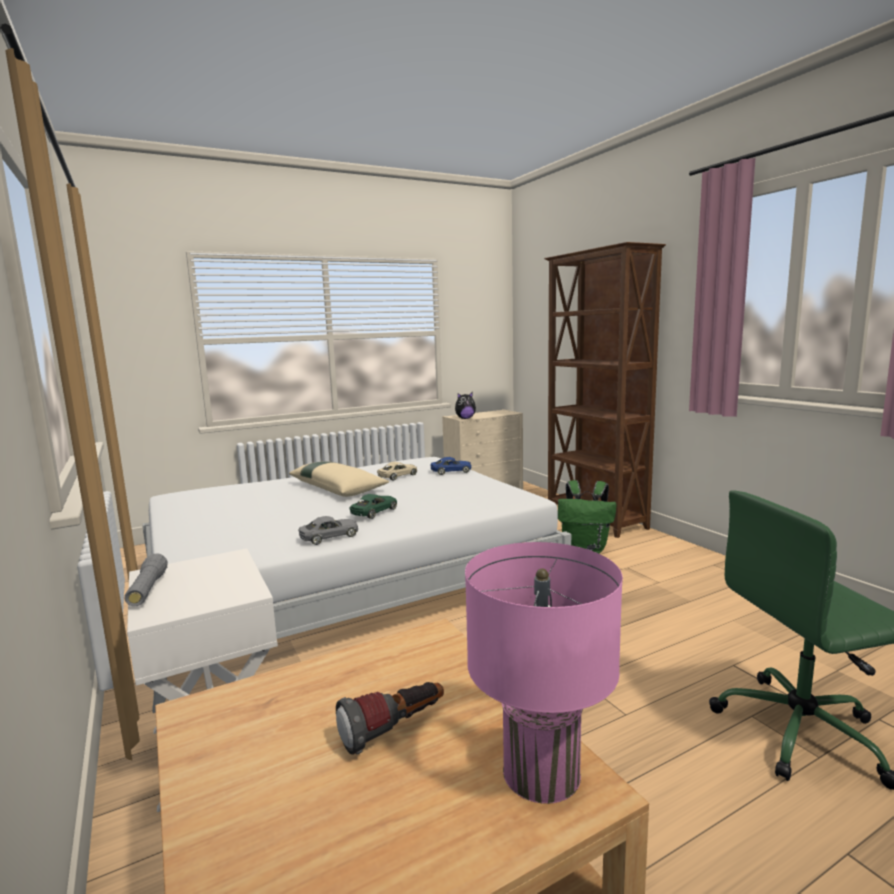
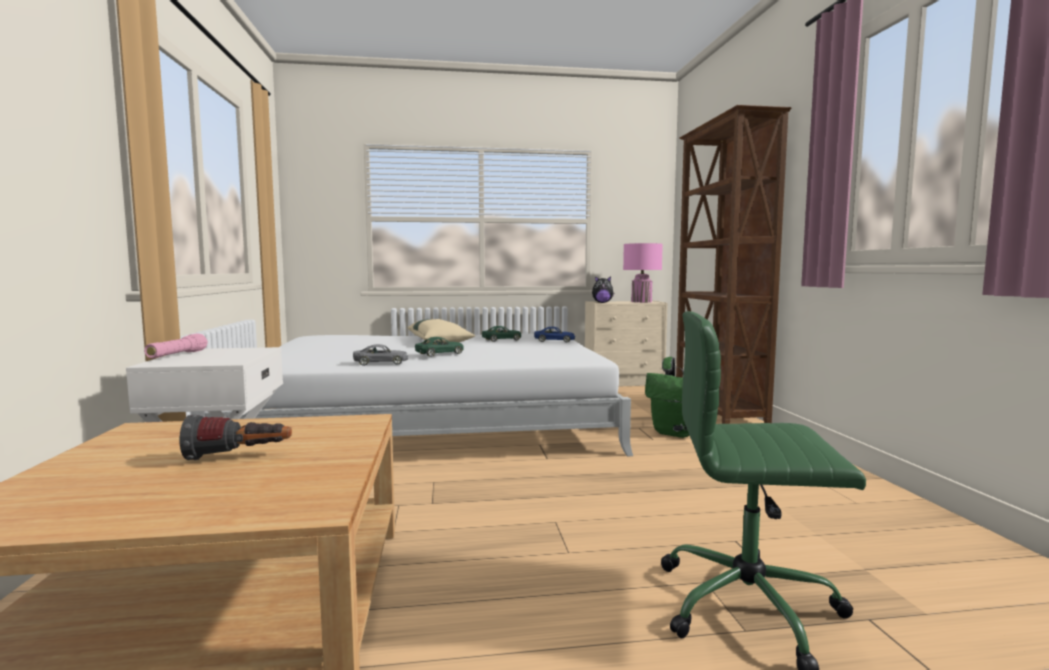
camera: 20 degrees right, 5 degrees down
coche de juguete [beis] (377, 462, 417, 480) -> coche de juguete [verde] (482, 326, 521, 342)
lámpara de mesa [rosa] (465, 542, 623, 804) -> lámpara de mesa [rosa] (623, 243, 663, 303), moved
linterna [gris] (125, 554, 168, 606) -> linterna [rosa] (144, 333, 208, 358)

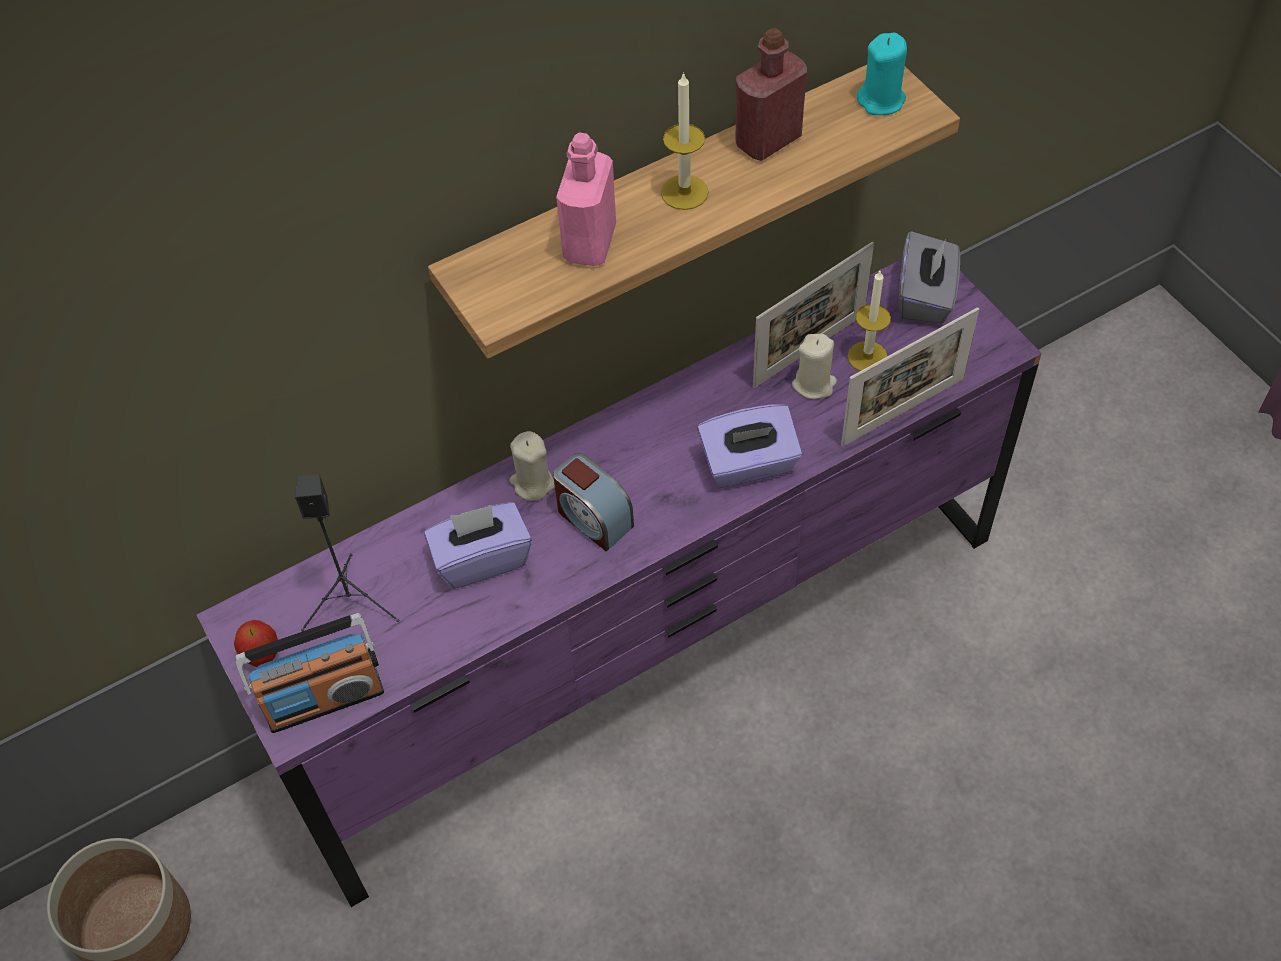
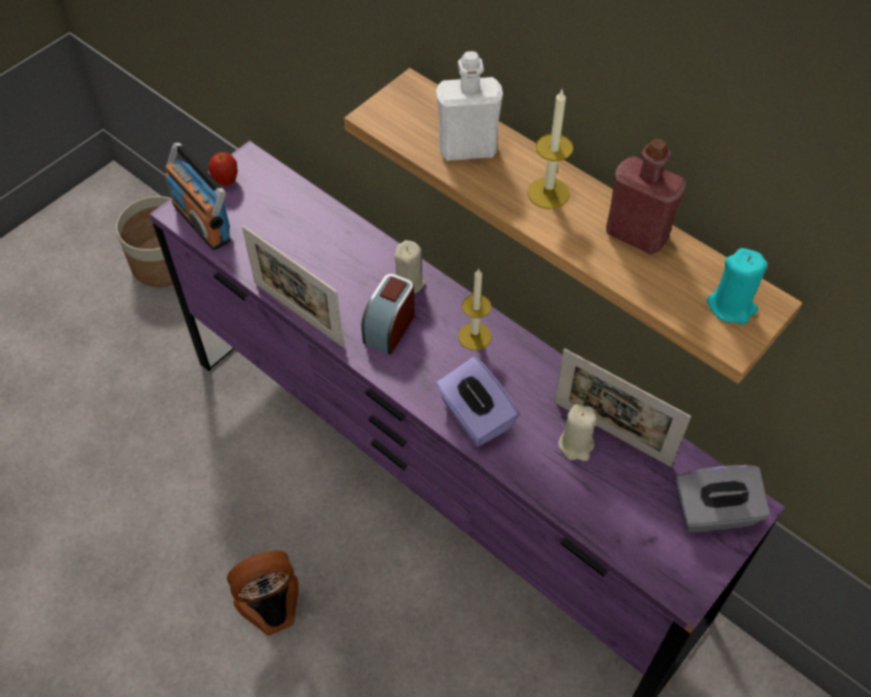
camera: 70 degrees right, 0 degrees up
botella [rosa] (556, 133, 616, 266) -> botella [blanco] (436, 51, 503, 161)
vela (848, 271, 891, 371) -> vela (458, 269, 492, 350), moved
portarretratos (841, 307, 979, 447) -> portarretratos (242, 225, 344, 347), moved
altavoz [negro] (295, 474, 399, 631) -> none
caja de pañuelos [morado] (424, 502, 532, 589) -> none
none -> ventilador (227, 550, 299, 636)

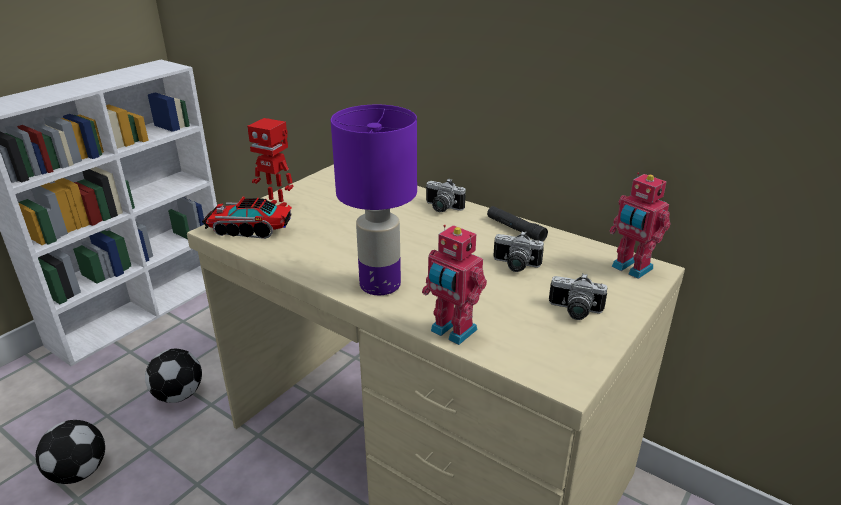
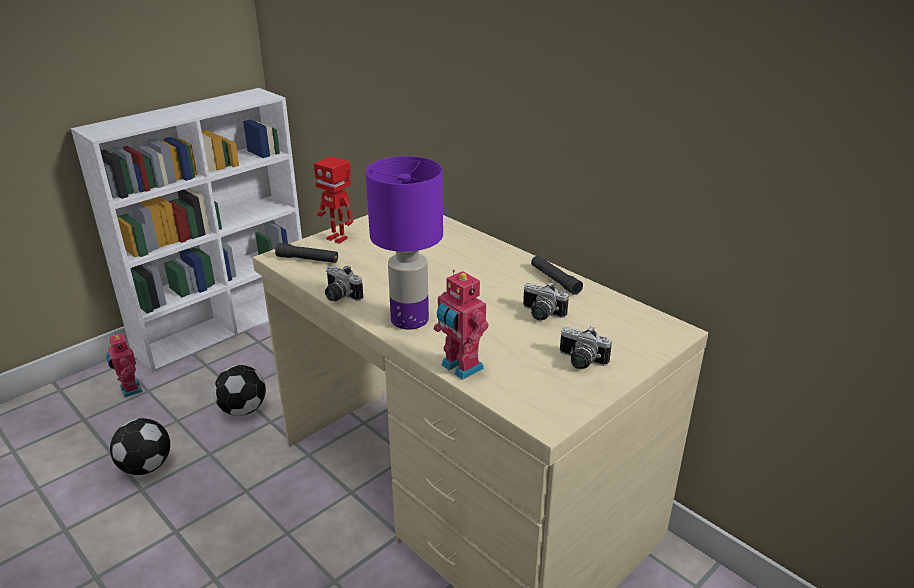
camera: 10 degrees right, 0 degrees up
robot de juguete (609, 172, 671, 279) -> robot de juguete (106, 333, 143, 398), moved
cámara (426, 179, 466, 212) -> cámara (325, 266, 363, 301), moved
camión de juguete (202, 196, 292, 239) -> linterna [negro] (275, 243, 338, 263)

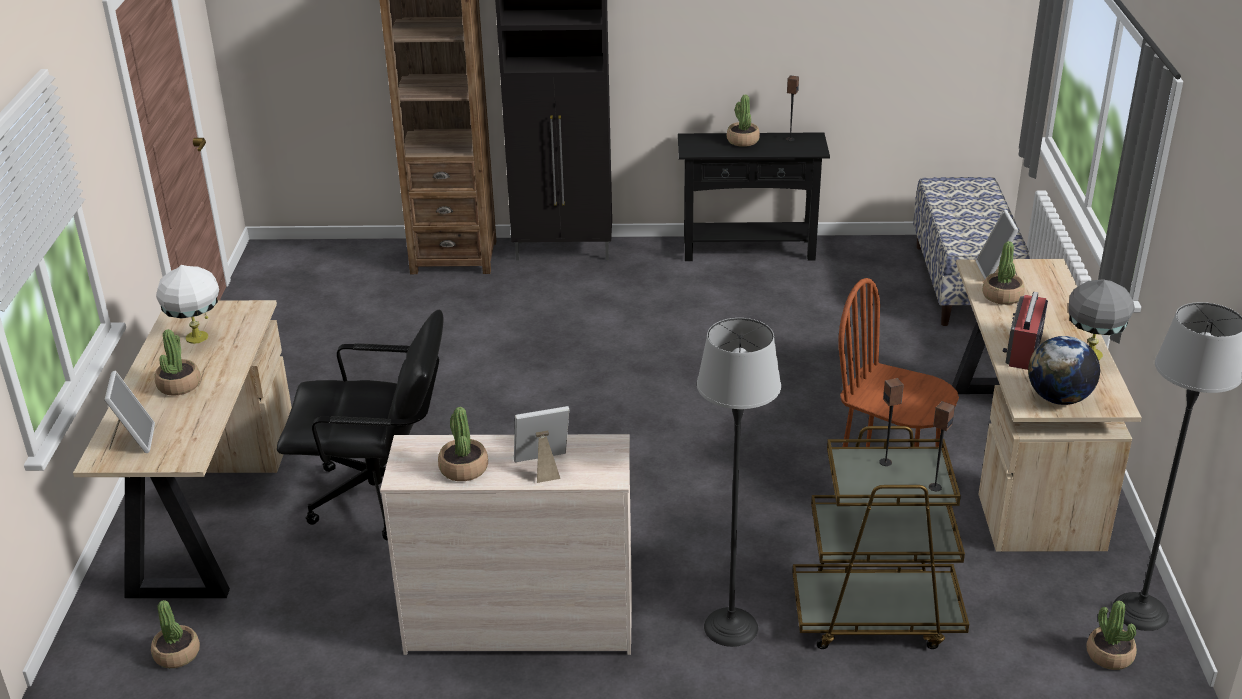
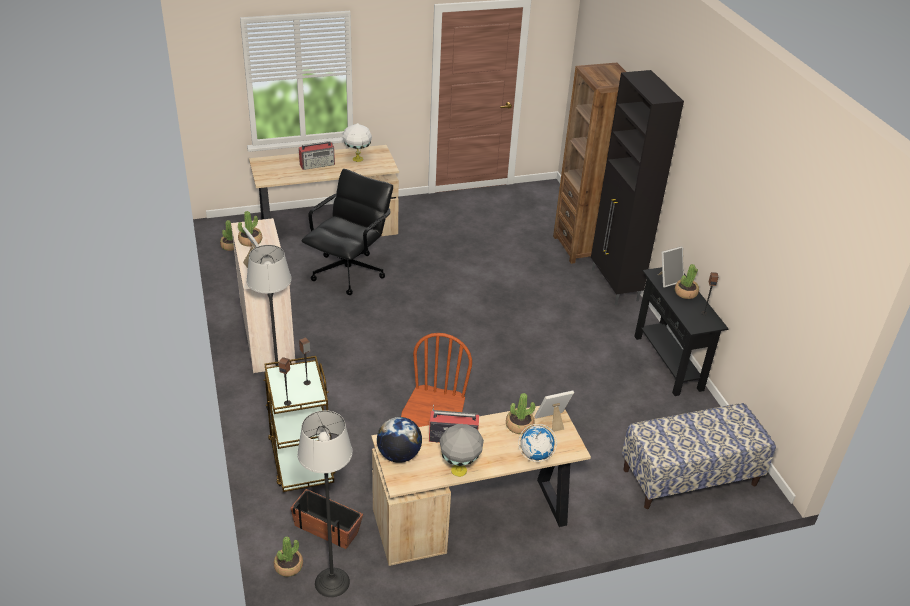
camera: 70 degrees right, 5 degrees up
silla de oficina [negro] (277, 310, 444, 541) -> silla de oficina [negro] (301, 169, 393, 295), 135 degrees counterclockwise
planta en maceta (155, 329, 201, 396) -> radio (299, 141, 335, 170)
portarretratos (104, 371, 155, 453) -> portarretratos (658, 246, 684, 287), moved
none -> globo terráqueo (518, 424, 557, 462)
none -> maceta (291, 489, 363, 549)

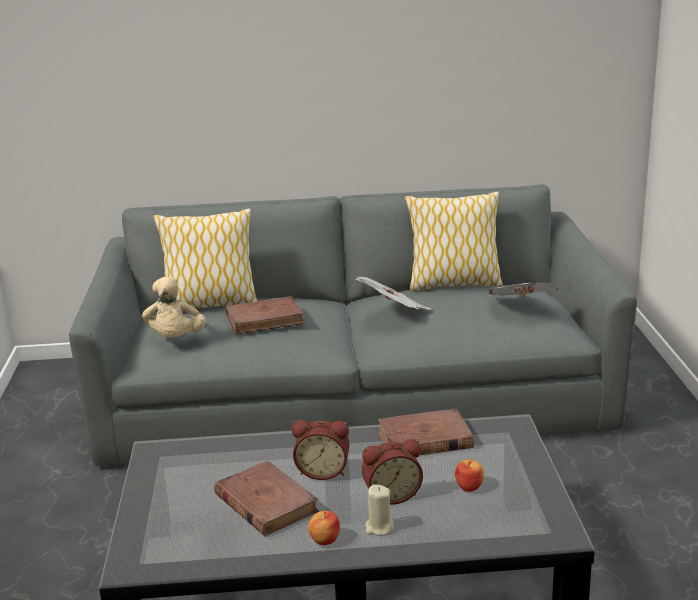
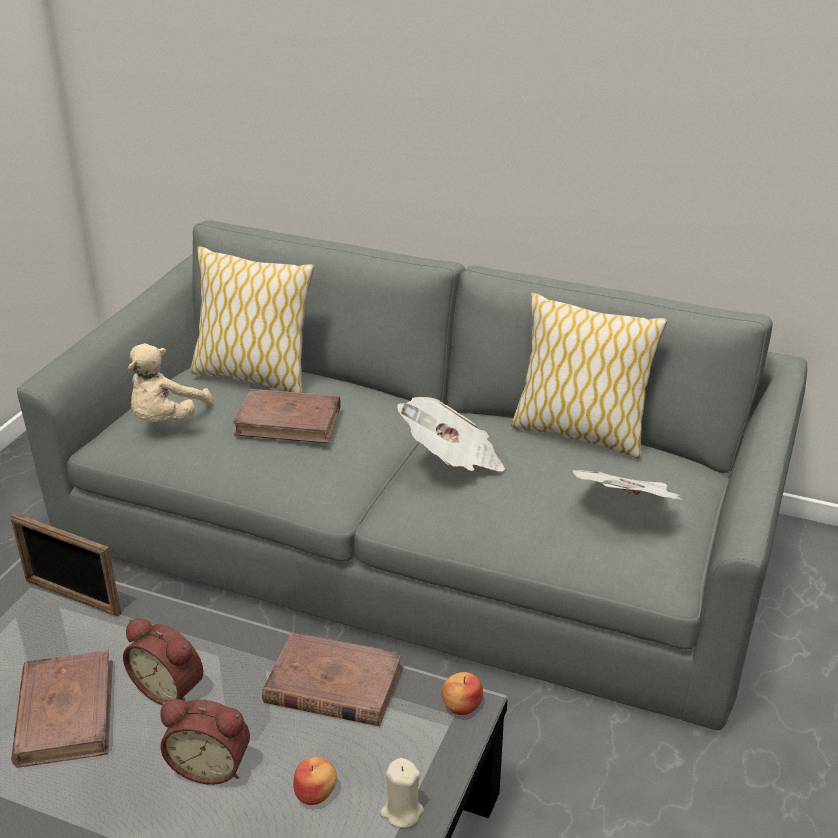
camera: 25 degrees right, 10 degrees up
vela [beis] (365, 485, 394, 536) -> vela [beis] (380, 758, 424, 828), moved
manzana (308, 511, 340, 545) -> manzana (442, 672, 483, 715), moved
none -> portarretratos (10, 512, 121, 617)

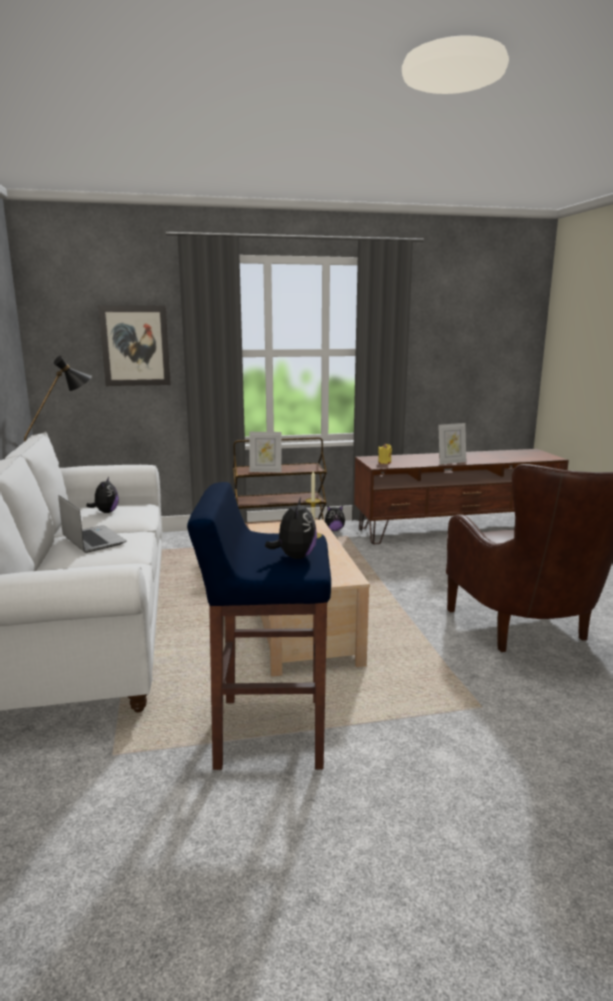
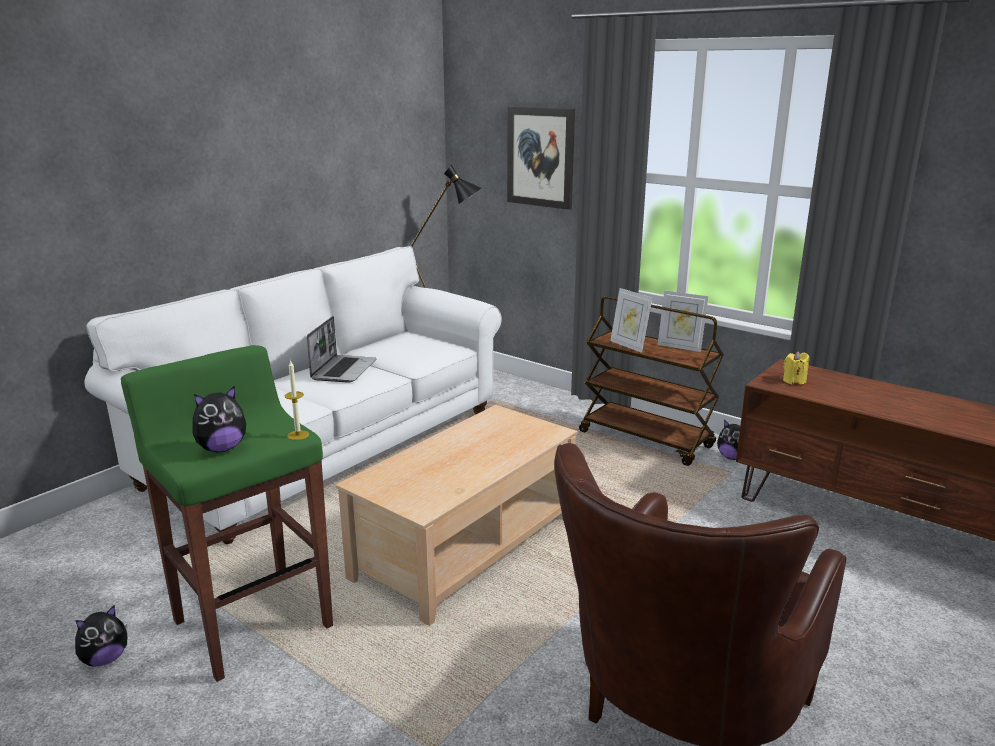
camera: 50 degrees right, 5 degrees up
portarretratos (438, 423, 466, 465) -> portarretratos (657, 291, 709, 352), moved
peluche (86, 477, 119, 513) -> peluche (75, 606, 127, 667), moved
taburete [azul] (187, 482, 331, 770) -> taburete [verde] (121, 345, 333, 682)

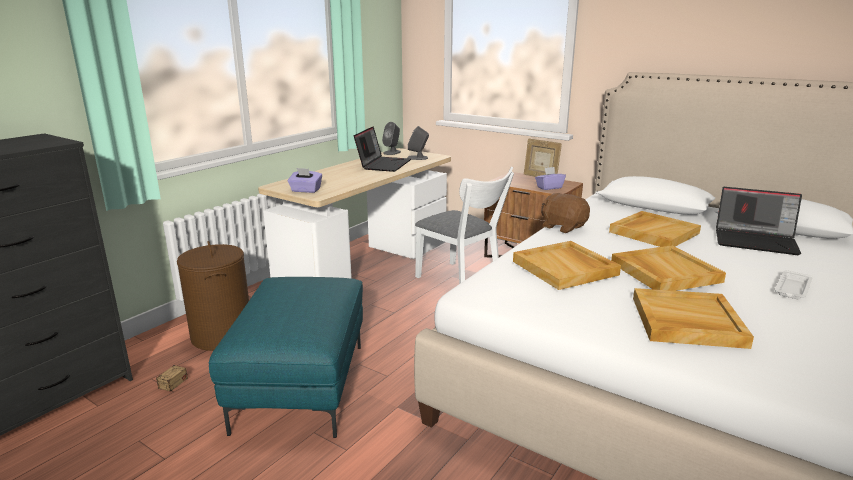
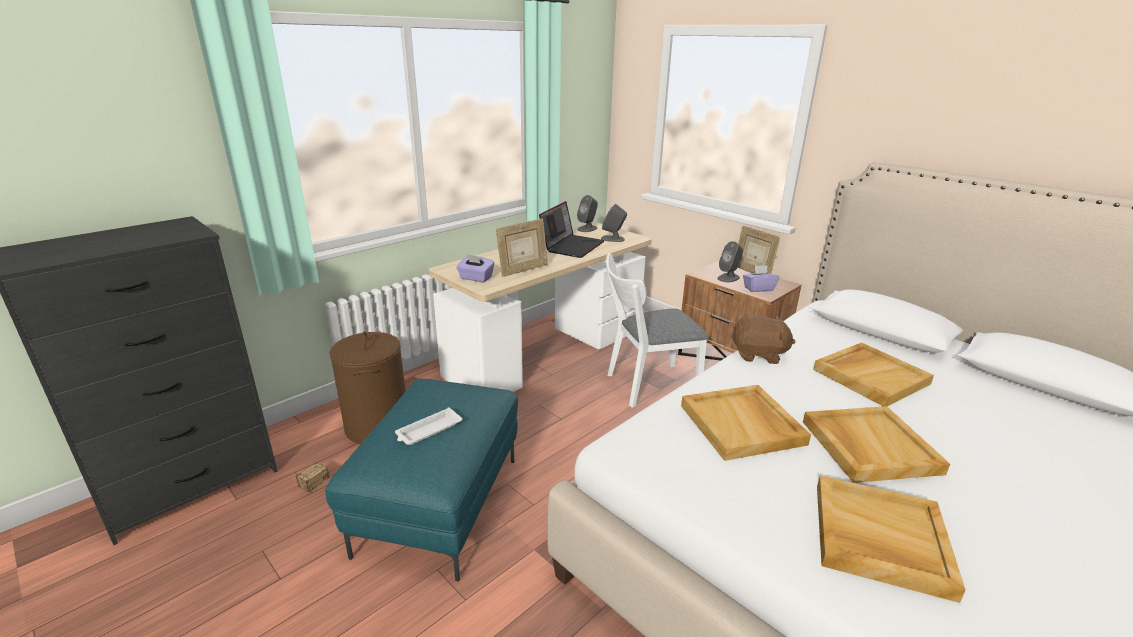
camera: 10 degrees right, 5 degrees up
silla [blanco] (415, 167, 514, 284) -> silla [blanco] (605, 253, 709, 408), 105 degrees clockwise
portátil (716, 187, 802, 255) -> none
peluche [marrón] (541, 193, 590, 233) -> peluche [marrón] (731, 315, 795, 364), 135 degrees clockwise
bandeja [blanco] (775, 270, 813, 300) -> bandeja [blanco] (395, 407, 462, 445), moved
none -> portarretratos (496, 219, 548, 277)
none -> altavoz [gris] (717, 241, 743, 282)

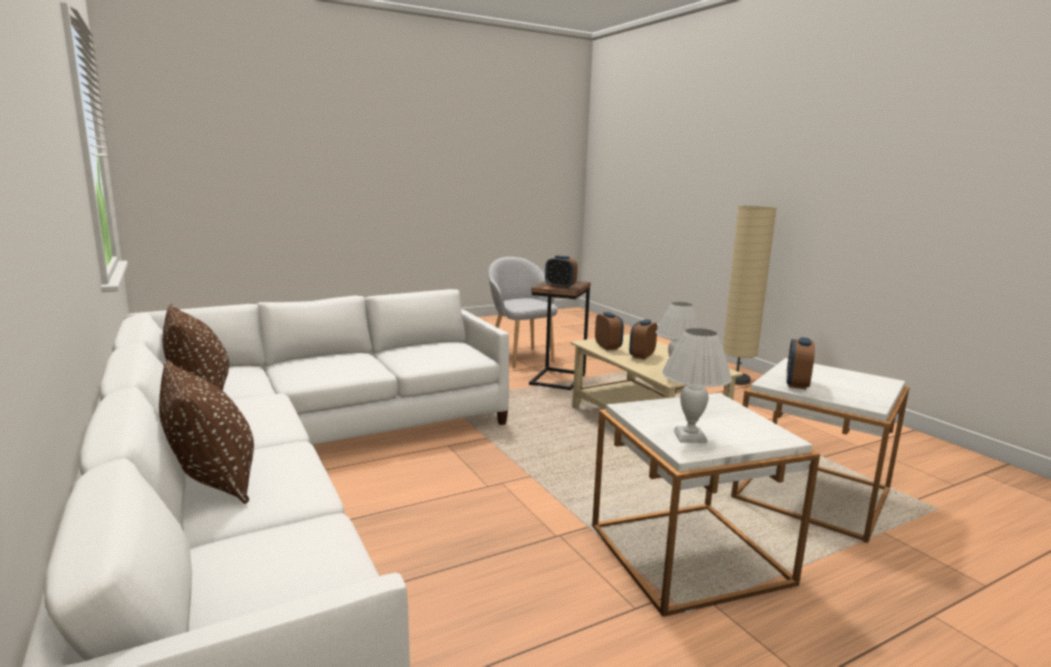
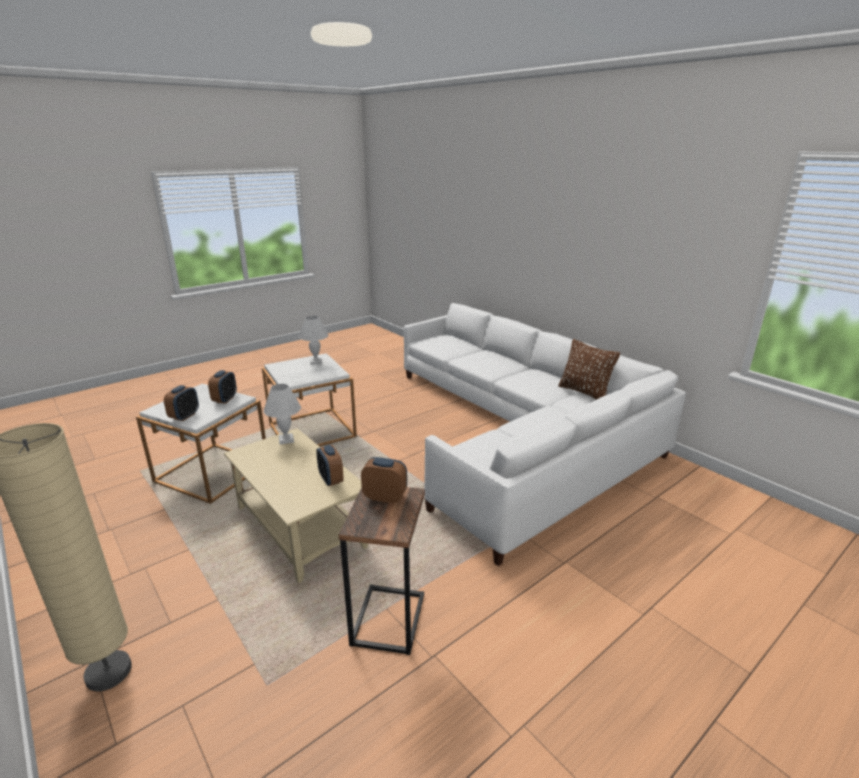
camera: 170 degrees right, 10 degrees up
sillón [gris] (489, 257, 558, 367) -> none
despertador (629, 319, 657, 360) -> despertador (164, 385, 199, 421), moved
cojín [marrón] (159, 360, 254, 504) -> none

